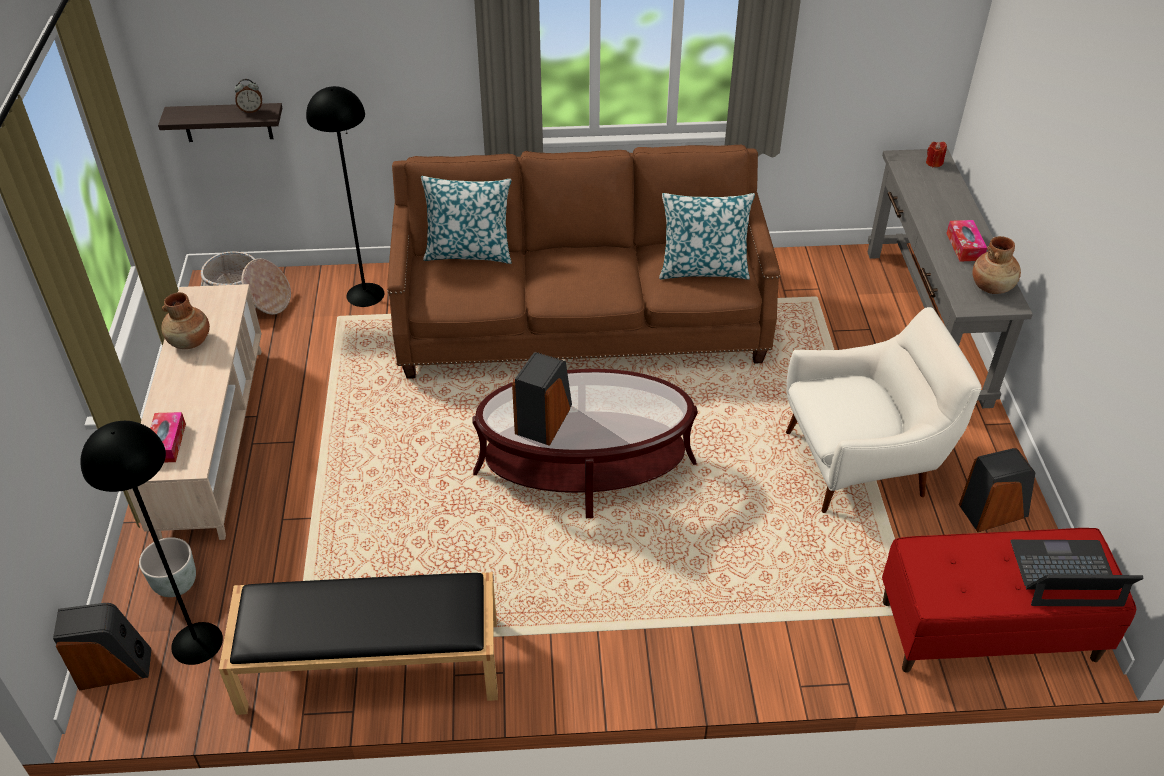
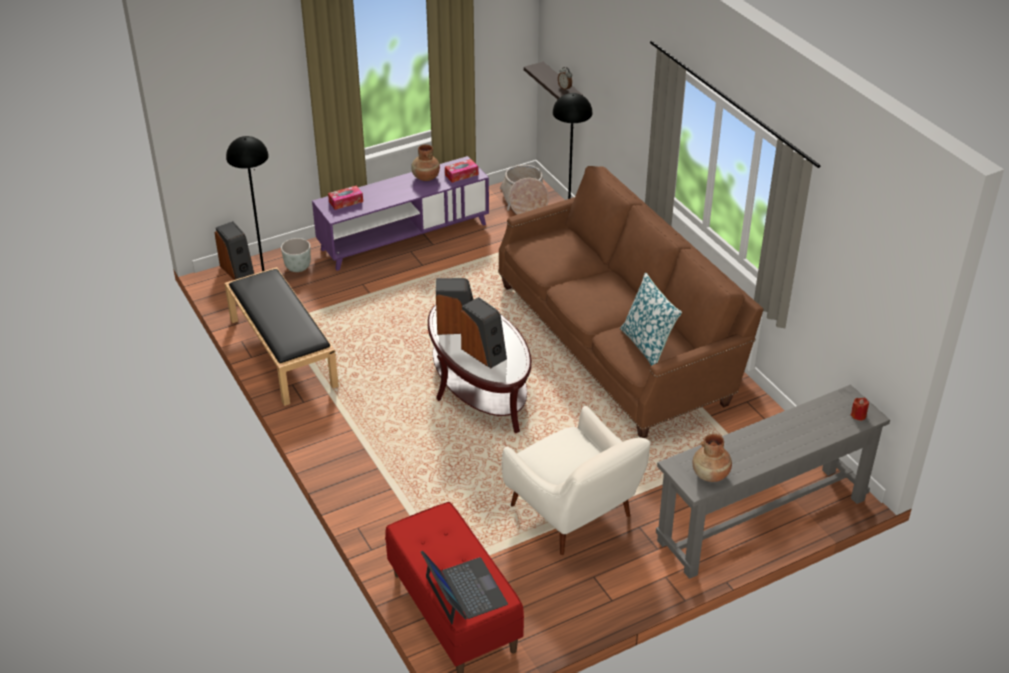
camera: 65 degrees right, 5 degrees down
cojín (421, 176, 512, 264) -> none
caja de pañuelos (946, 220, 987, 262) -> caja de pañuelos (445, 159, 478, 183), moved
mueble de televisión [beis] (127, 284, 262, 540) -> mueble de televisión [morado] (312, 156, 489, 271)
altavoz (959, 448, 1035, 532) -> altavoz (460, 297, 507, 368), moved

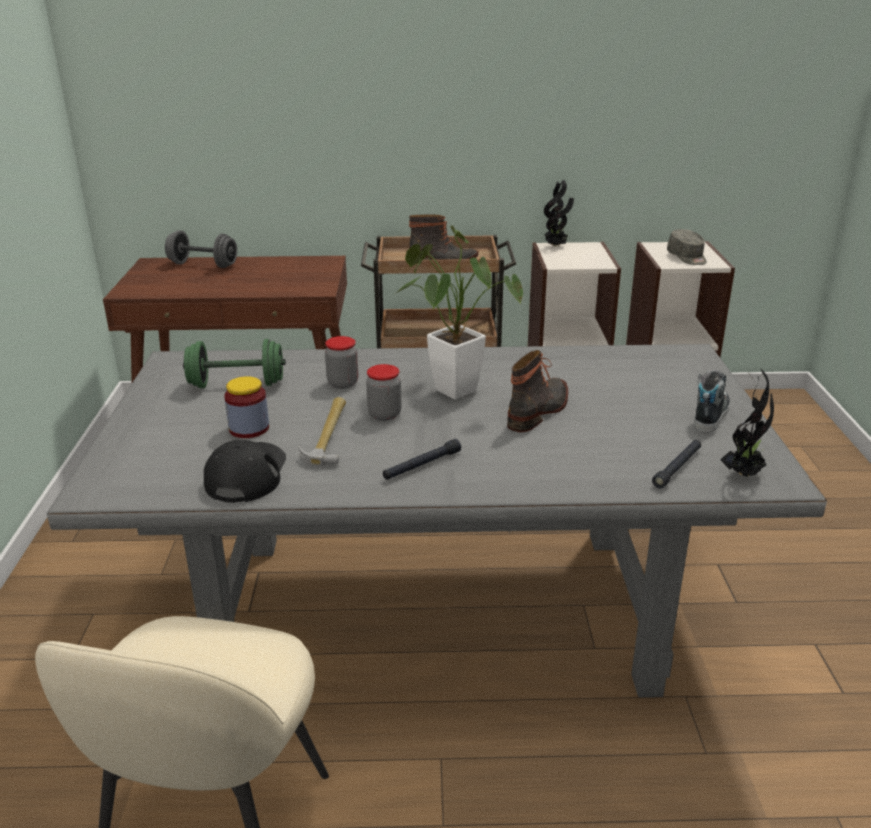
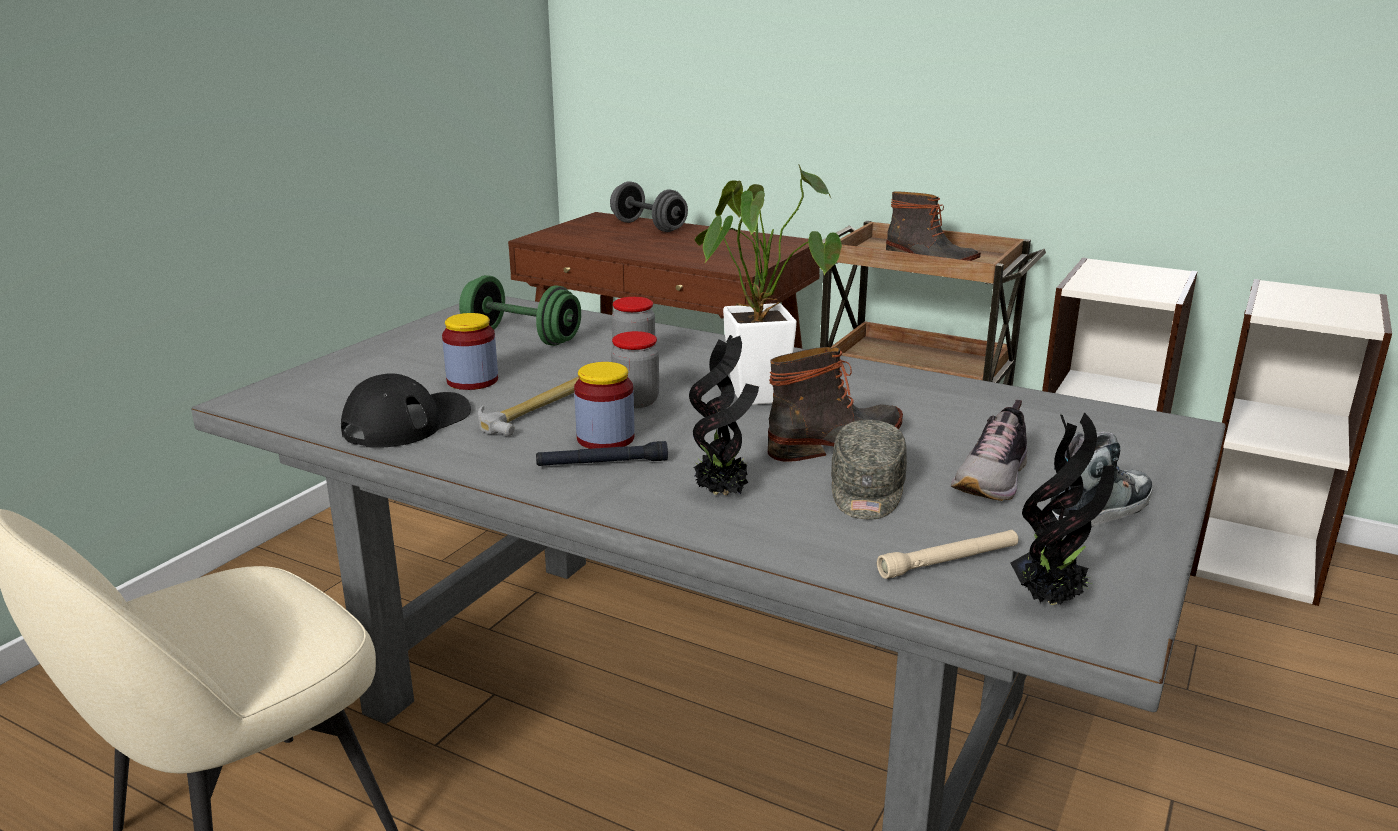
camera: 30 degrees right, 5 degrees down
planta en maceta (544, 180, 574, 247) -> planta en maceta (689, 335, 759, 496), moved
gorra [gris] (667, 229, 707, 265) -> gorra [gris] (831, 420, 907, 519), moved
linterna [negro] (652, 440, 701, 488) -> linterna [beis] (877, 530, 1018, 579)
none -> tarro (574, 362, 635, 449)
none -> zapato (951, 400, 1027, 501)

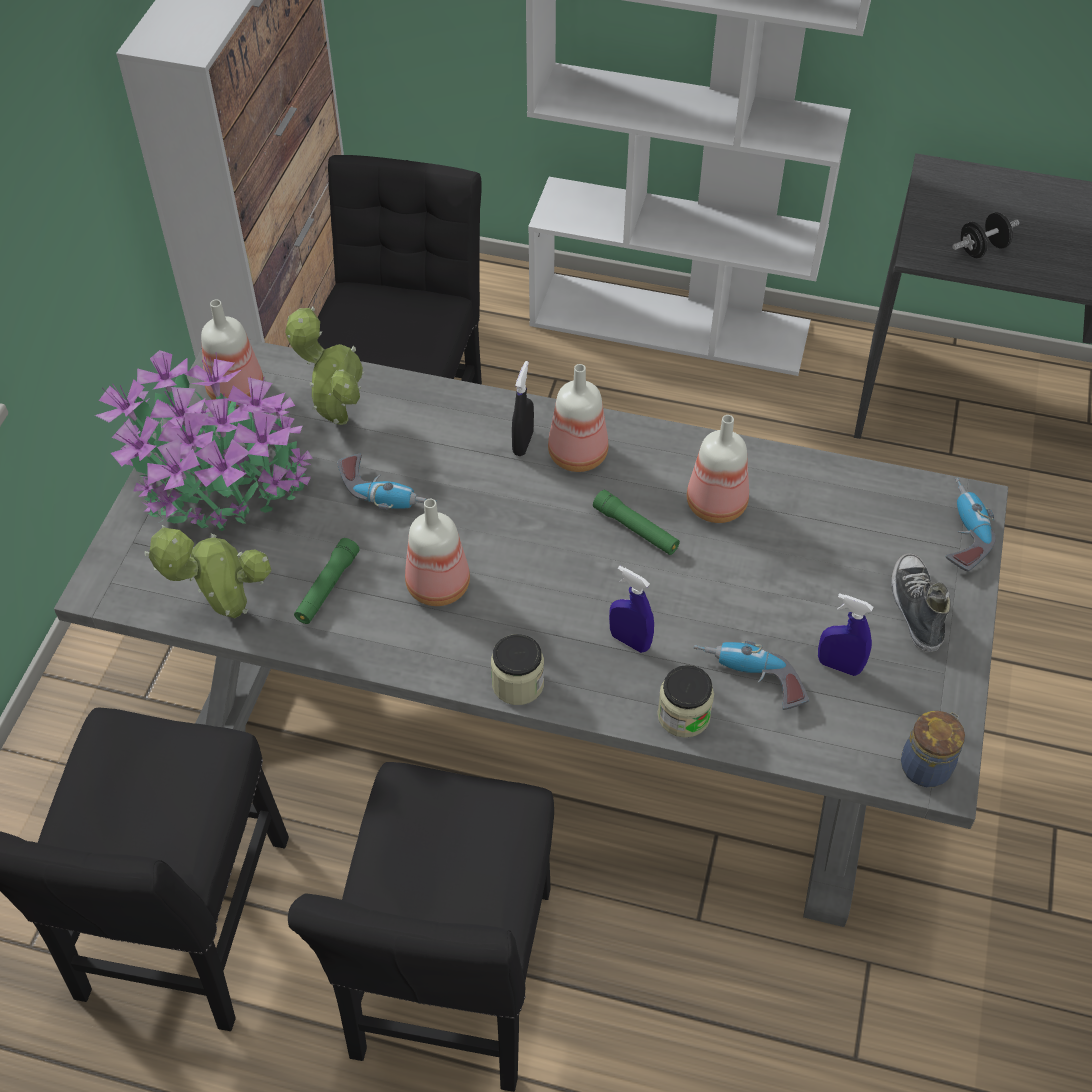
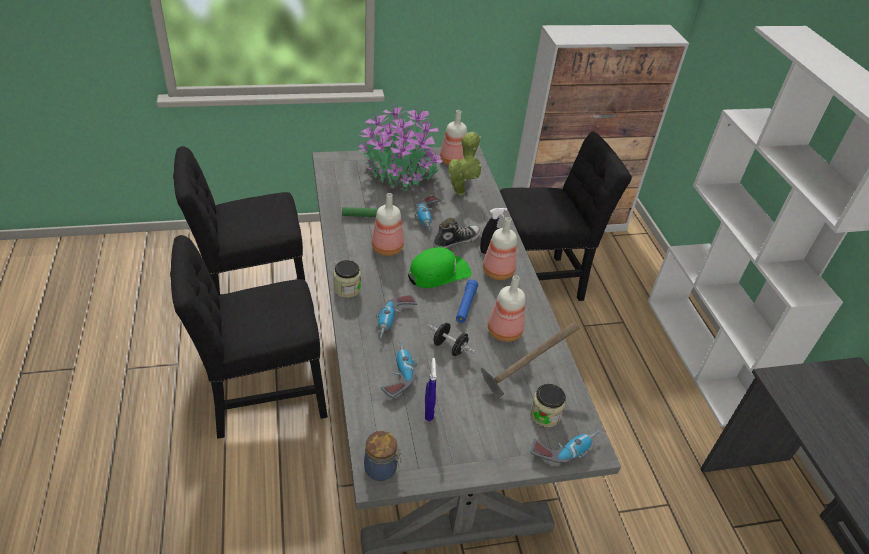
camera: 60 degrees right, 10 degrees down
mancuerna [negro] (952, 212, 1019, 258) -> mancuerna [negro] (428, 322, 476, 356), moved
linterna [verde] (593, 490, 680, 555) -> linterna [azul] (456, 279, 478, 323)
planta en maceta (144, 525, 271, 618) -> none
zapato (891, 553, 950, 652) -> zapato (433, 218, 482, 249), moved
pulverizador [azul] (609, 566, 654, 653) -> taladro (376, 294, 417, 338)
tarro (657, 665, 714, 738) -> tarro (530, 384, 566, 427), moved
none -> gorra [verde] (408, 247, 472, 288)
none -> martillo (481, 321, 580, 398)

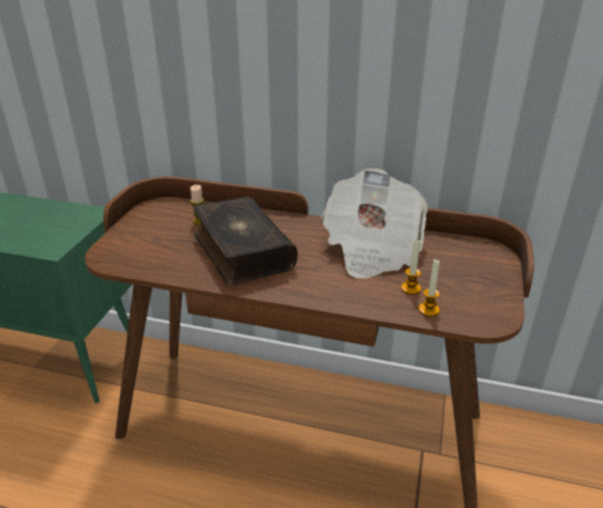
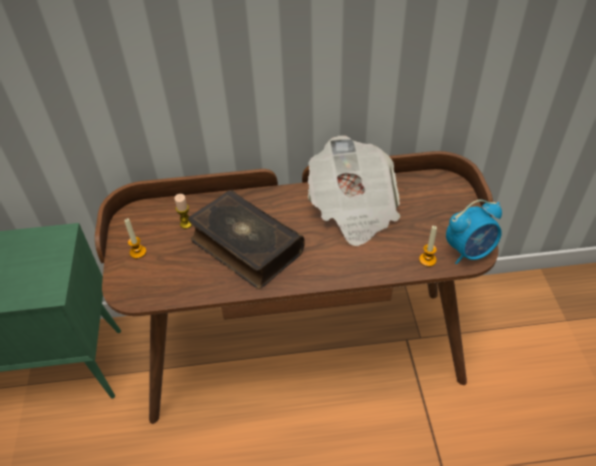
camera: 20 degrees left, 15 degrees up
vela (401, 240, 421, 295) -> vela (124, 219, 146, 259), moved
none -> despertador (446, 200, 502, 265)

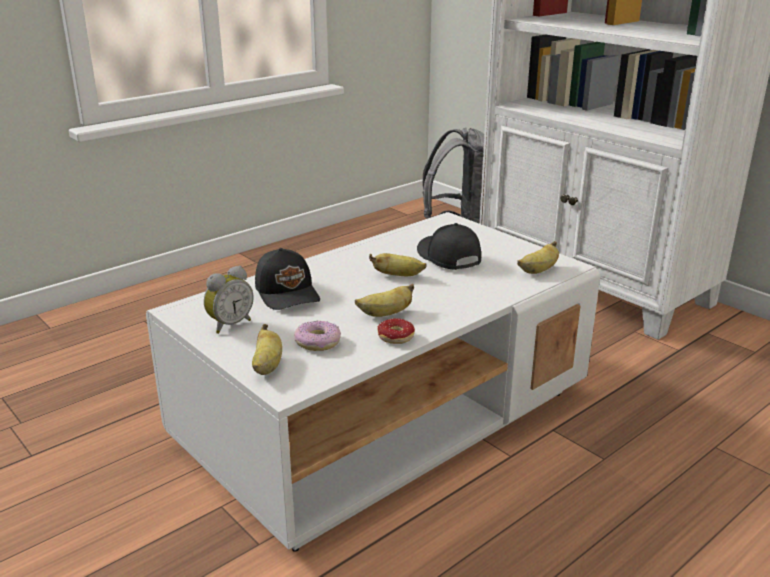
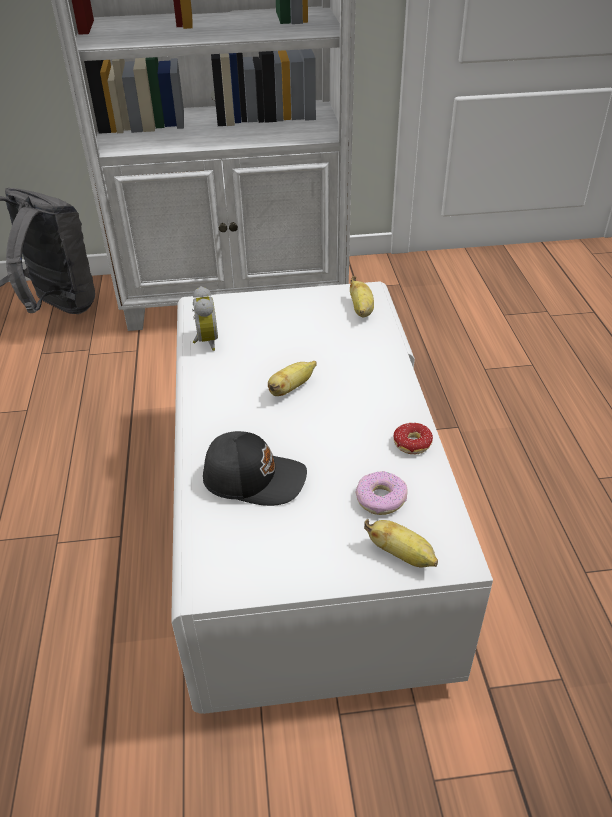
camera: 55 degrees left, 15 degrees up
gorra [negro] (417, 223, 481, 270) -> none
despertador (204, 266, 253, 334) -> despertador (192, 286, 218, 351), moved
plátano (355, 283, 414, 317) -> none

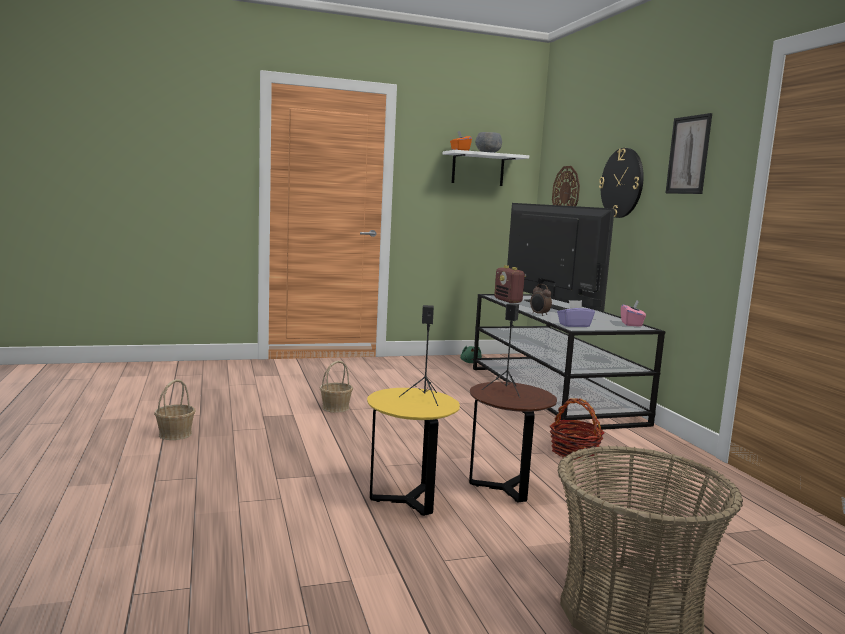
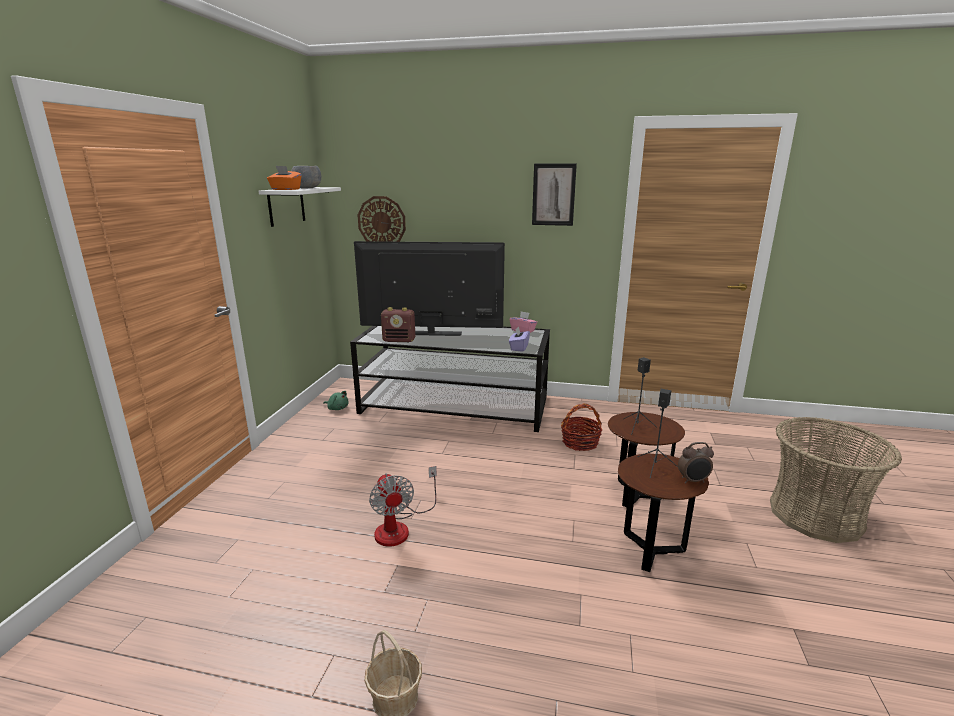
camera: 60 degrees left, 10 degrees up
reloj de pared (599, 148, 644, 218) -> none
despertador (530, 284, 552, 316) -> despertador (678, 442, 714, 484), moved
cesta (320, 361, 353, 413) -> ventilador (369, 466, 437, 547)
mesa auxiliar [amarillo] (367, 388, 460, 516) -> mesa auxiliar [marrón] (618, 454, 709, 572)

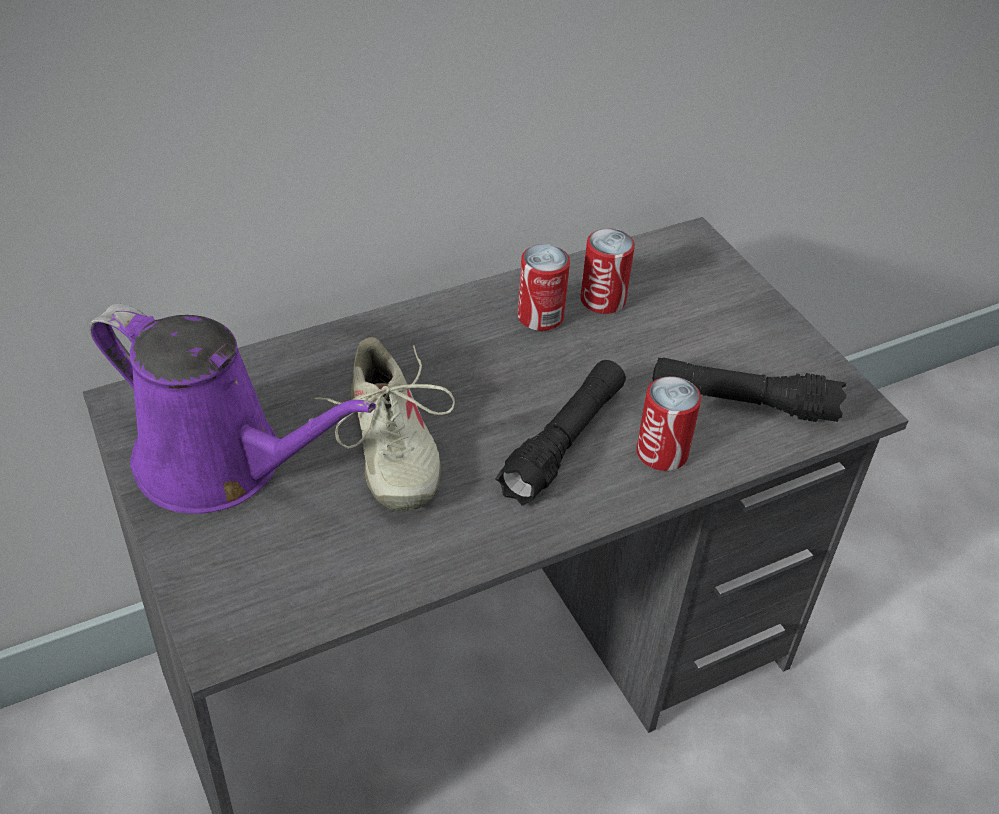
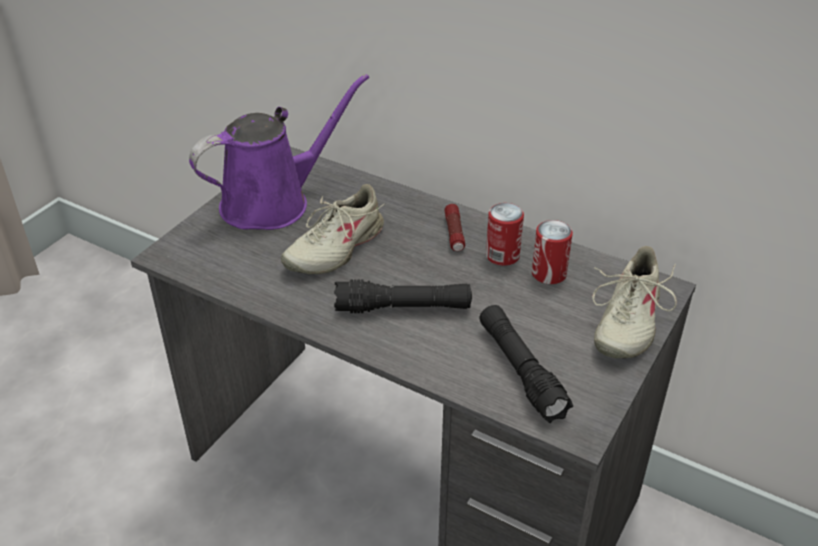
camera: 60 degrees right, 5 degrees down
regadera [morado] (90, 304, 376, 514) -> regadera [morado] (189, 74, 369, 230), 120 degrees counterclockwise
lata (636, 376, 701, 471) -> none
none -> linterna (445, 204, 465, 251)
none -> zapato [beis] (592, 246, 677, 358)

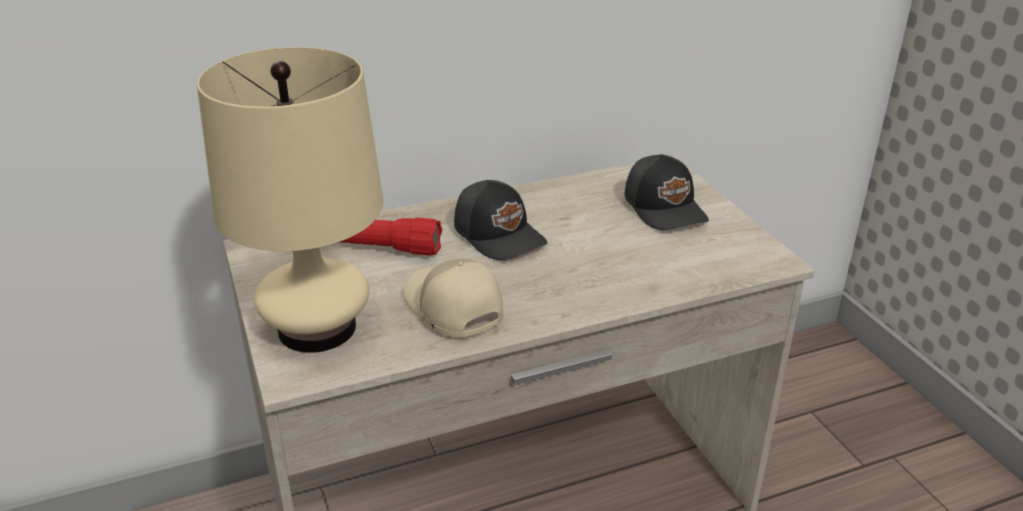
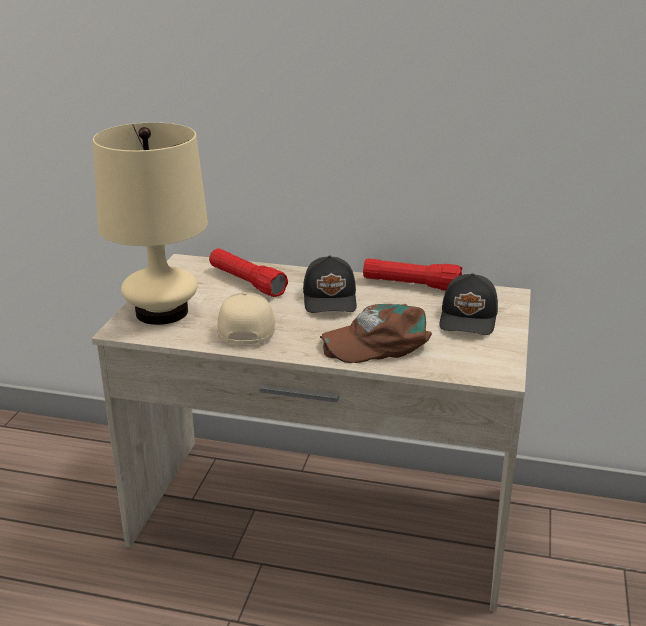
camera: 35 degrees right, 5 degrees down
none -> linterna [rojo] (363, 258, 462, 291)
none -> gorra [marrón] (320, 304, 432, 363)

